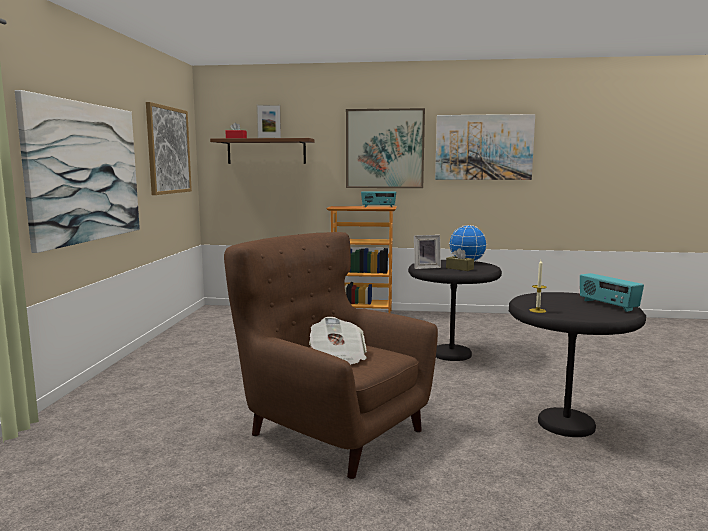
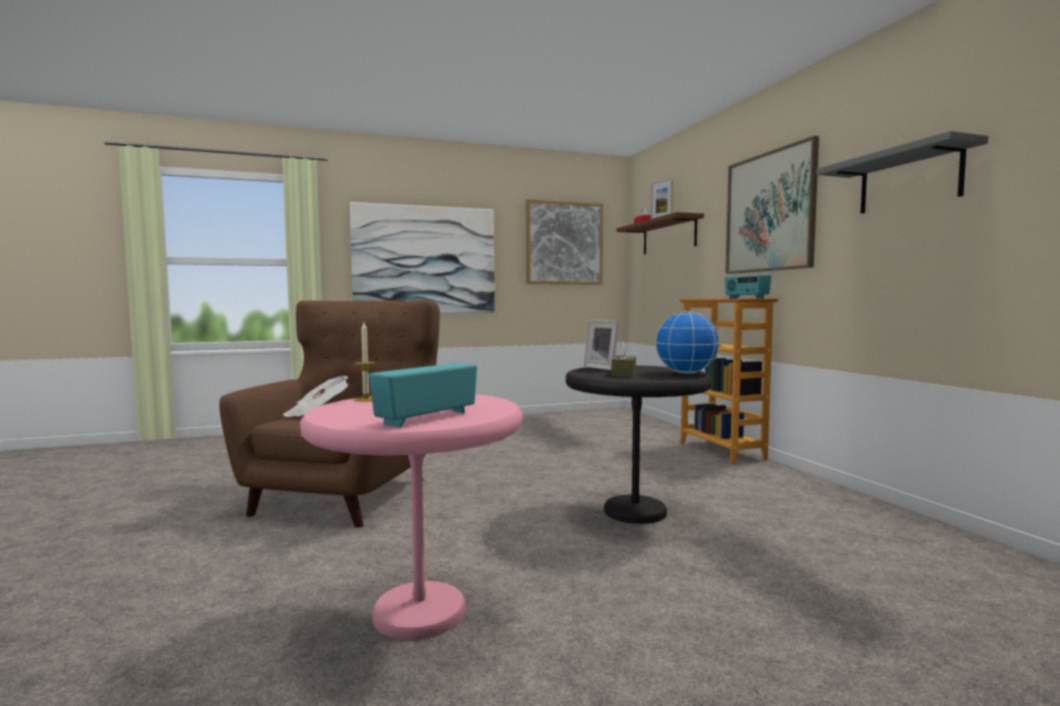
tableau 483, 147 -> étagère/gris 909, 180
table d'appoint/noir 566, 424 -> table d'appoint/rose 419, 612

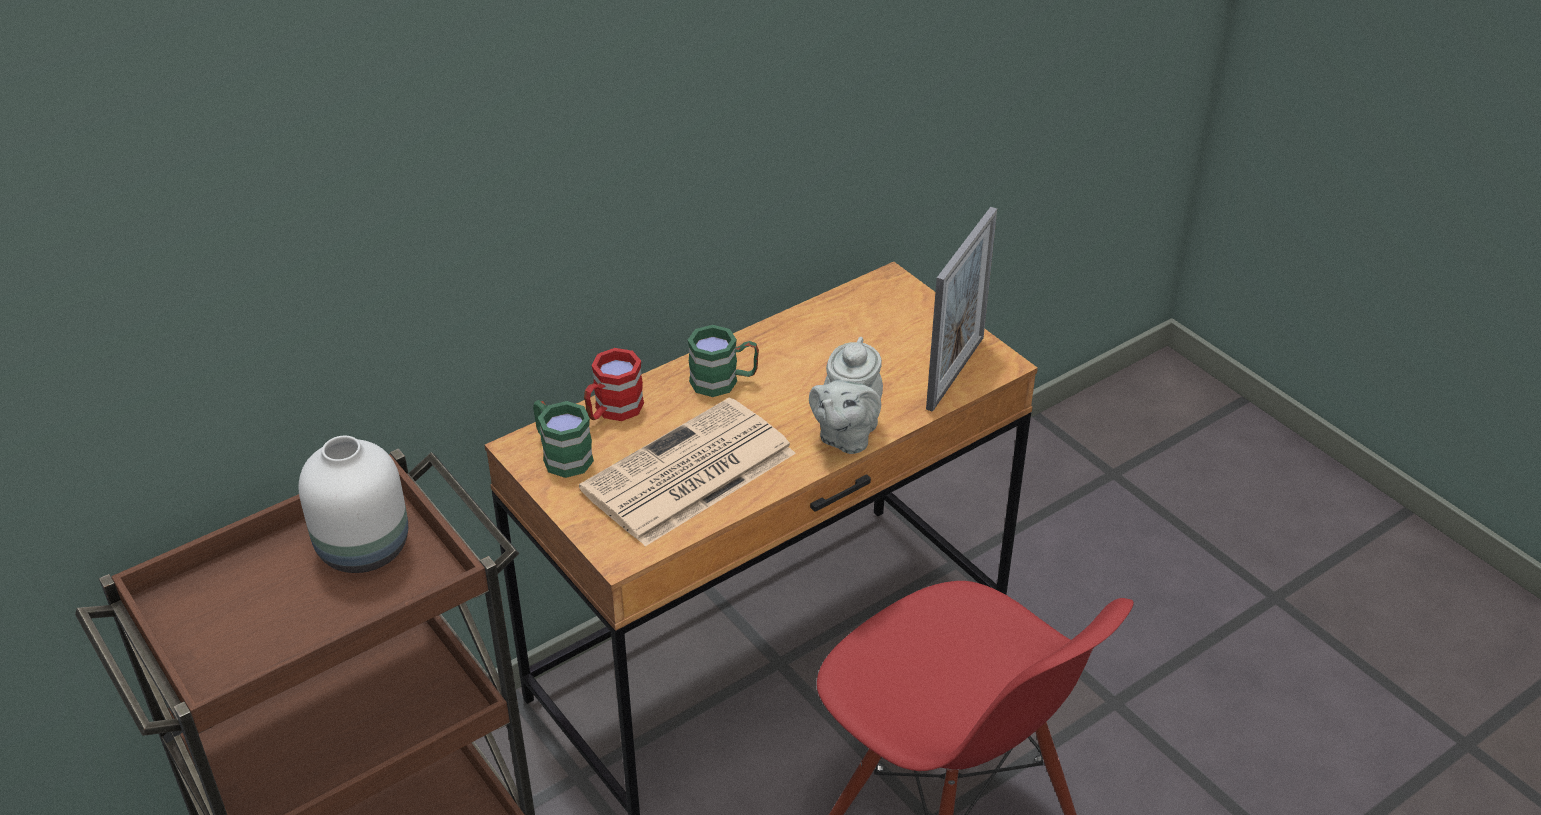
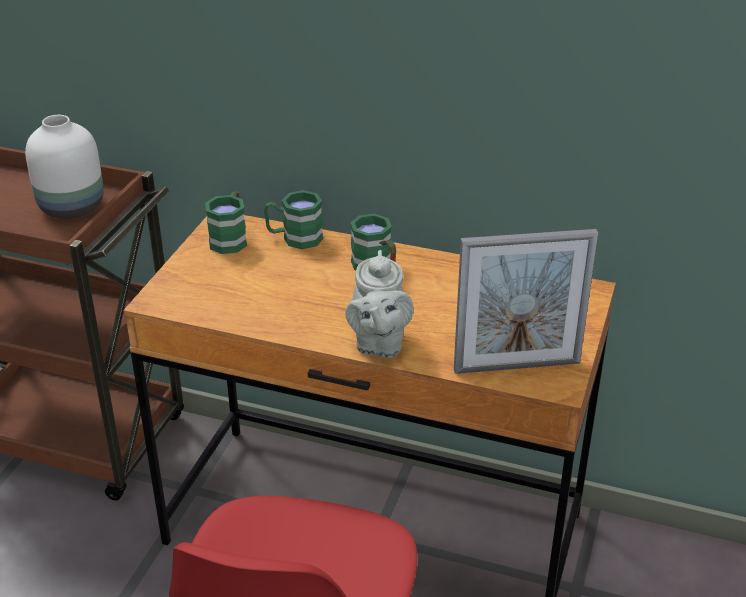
journal 687, 474 -> none
mug/rouge 612, 411 -> mug/vert 294, 238
théière/gris 846, 435 -> théière/gris 378, 343, 75 degrees counterclockwise

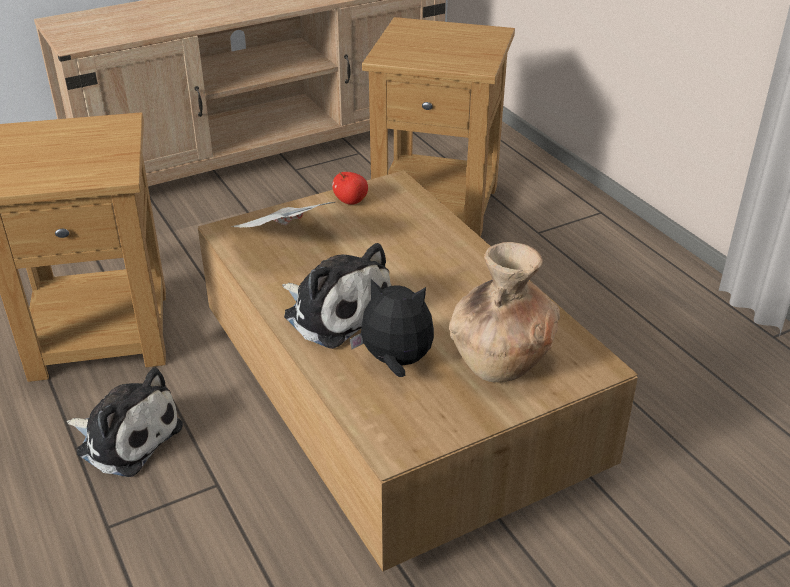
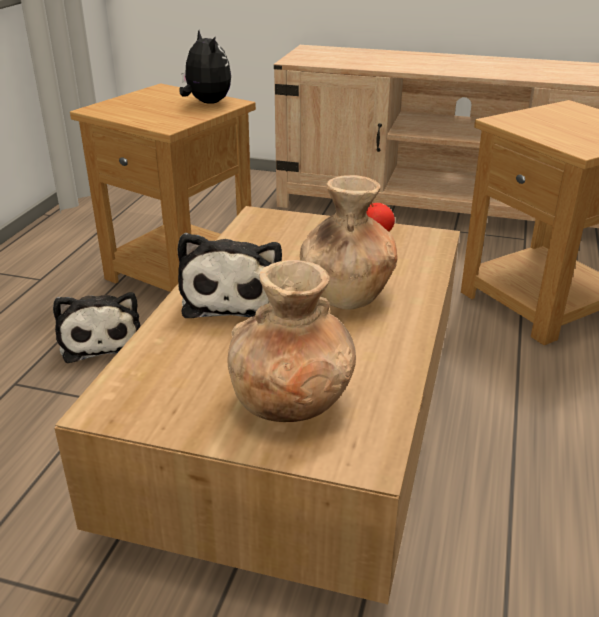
journal 284, 240 -> none
peluche 395, 362 -> peluche 206, 103, relocated
none -> vase/marron 347, 294

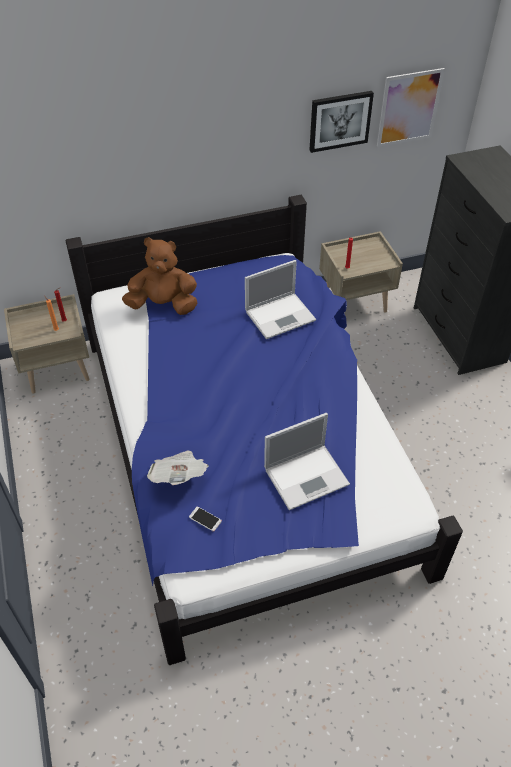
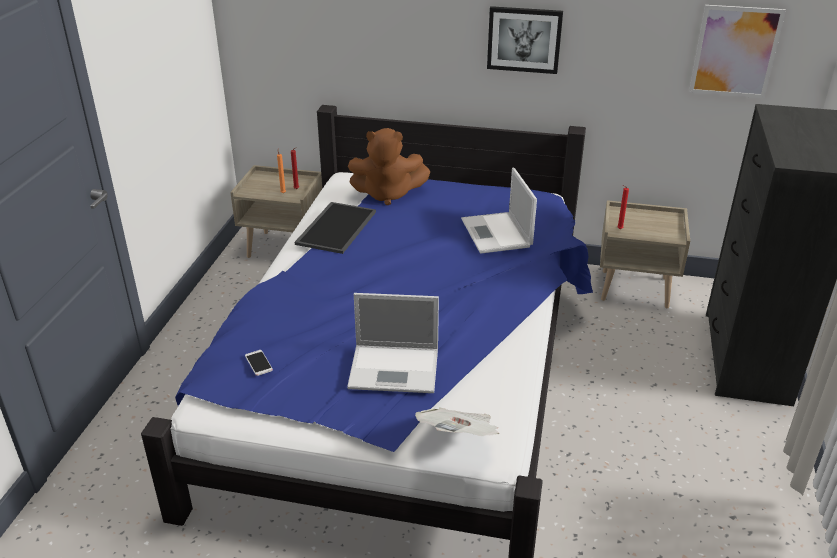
peluche/marron 163, 305 -> peluche/marron 387, 194, 150 degrees clockwise
journal 179, 476 -> journal 460, 438, relocated
ordinateur portable 281, 315 -> ordinateur portable 497, 234, 75 degrees clockwise
tableau 340, 120 -> tableau 524, 39, relocated
none -> plateau 335, 227

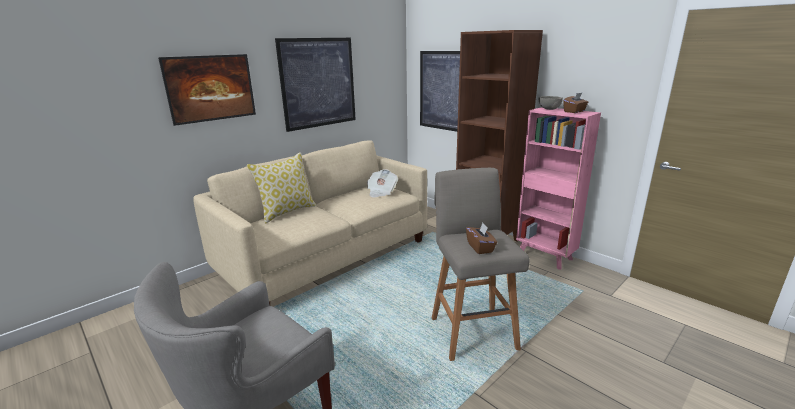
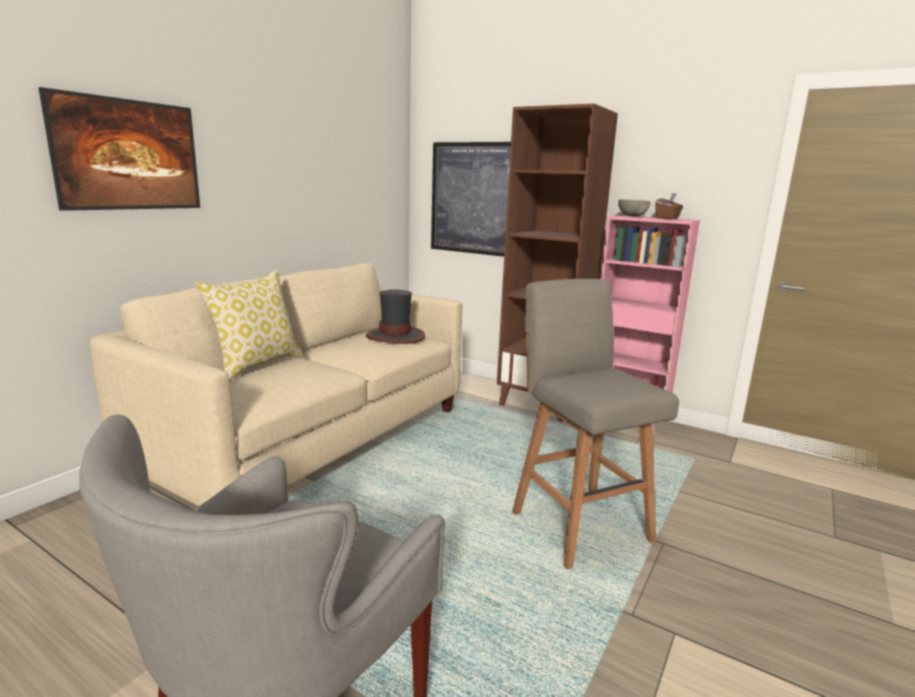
tableau 318, 83 -> none
journal 381, 192 -> chapeau 396, 336
boîte à mouchoirs/marron 480, 247 -> none

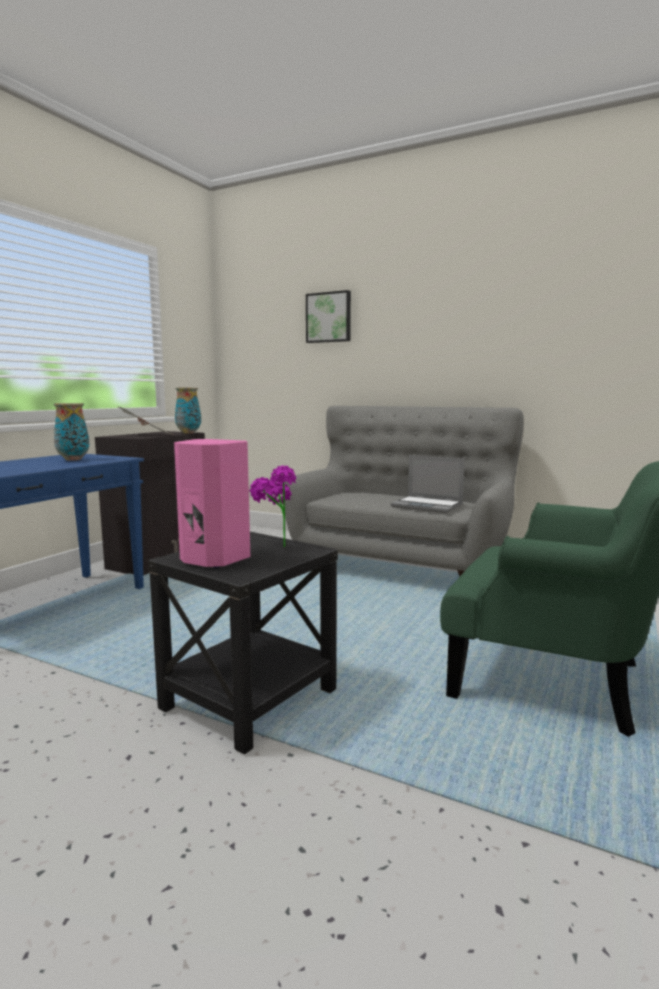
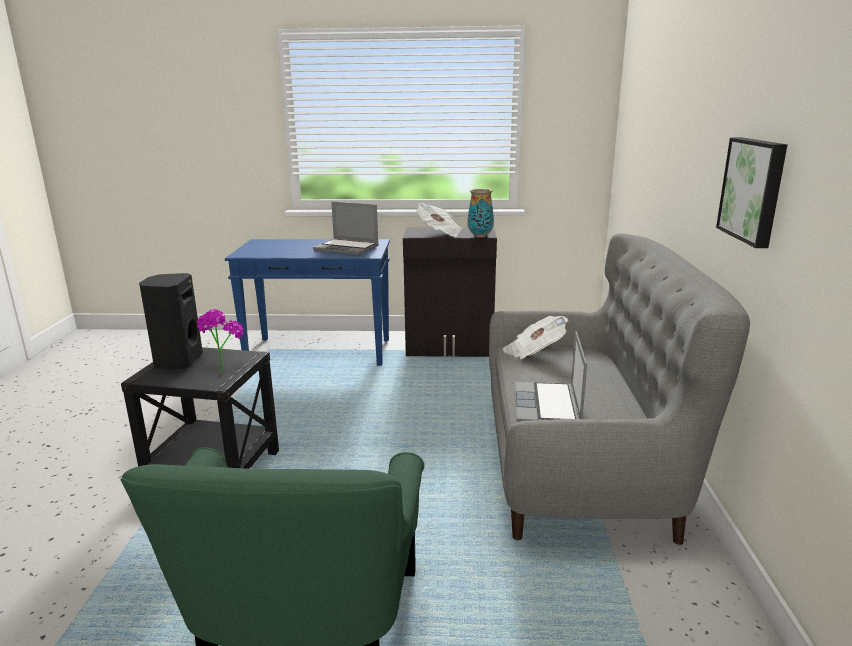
vase 73, 459 -> ordinateur portable 347, 248
enceinte/rose 213, 560 -> enceinte/noir 177, 361
tableau 329, 317 -> tableau 754, 190, relocated
none -> journal 534, 352

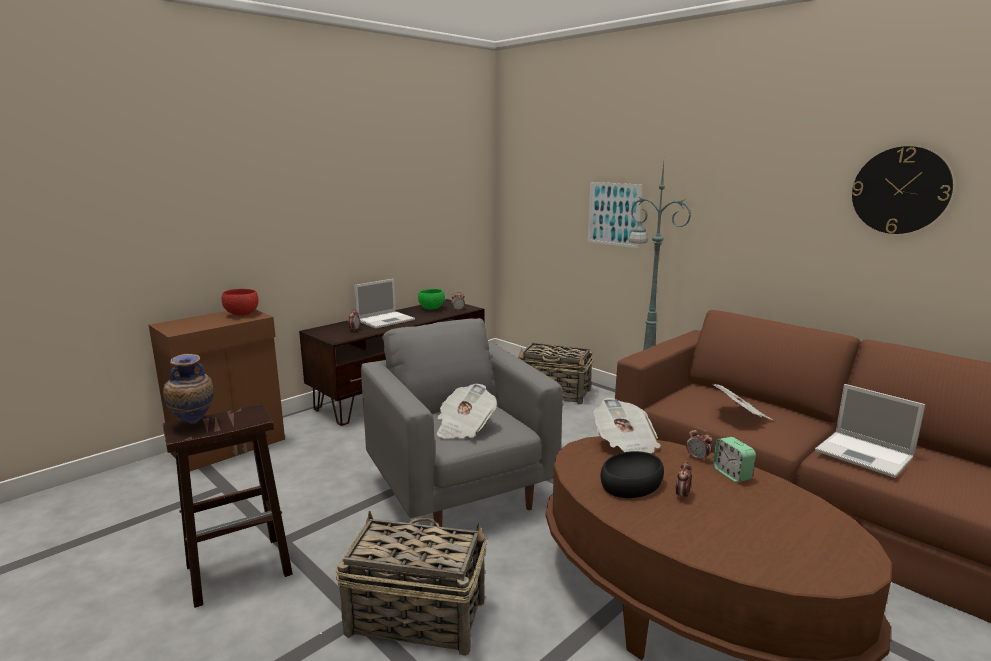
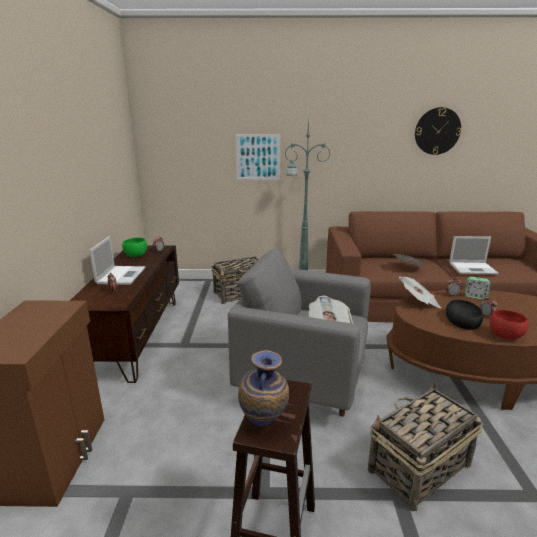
bol/rouge 242, 314 -> bol/rouge 505, 336, relocated

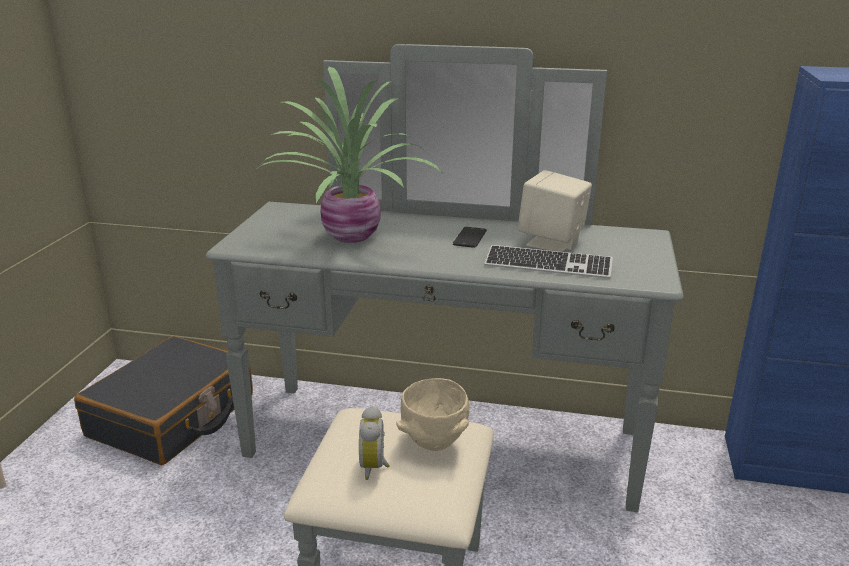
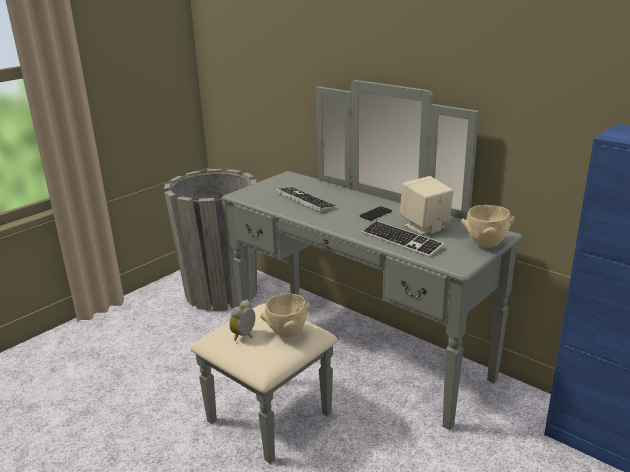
valise/noir 172, 416 -> cache-pot/gris 221, 292
plante en pot 349, 237 -> clavier 305, 200
none -> bol/beige 485, 244

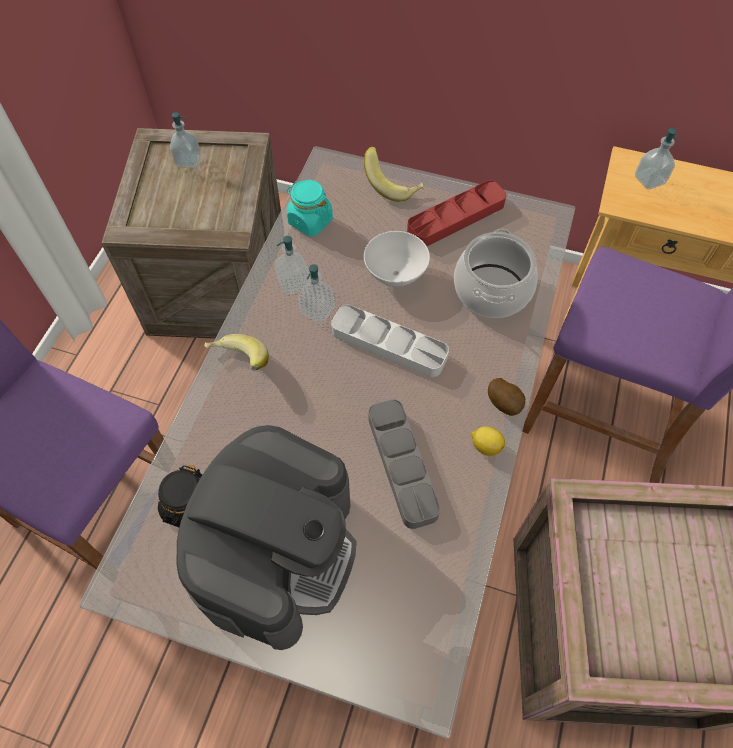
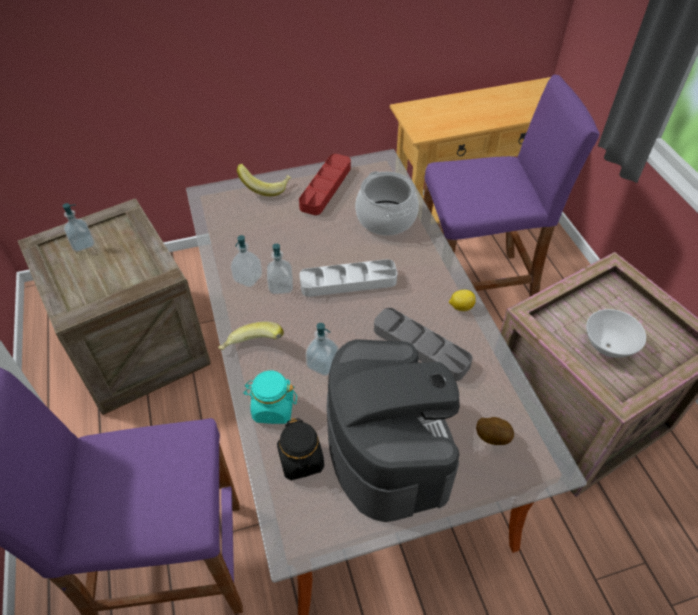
bocal/turquoise 310, 221 -> bocal/turquoise 273, 408, relocated
bol/blanc 395, 274 -> bol/blanc 607, 346, relocated
pomme de terre 504, 403 -> pomme de terre 492, 437, relocated
distributeur de savon 649, 180 -> distributeur de savon 322, 364, relocated

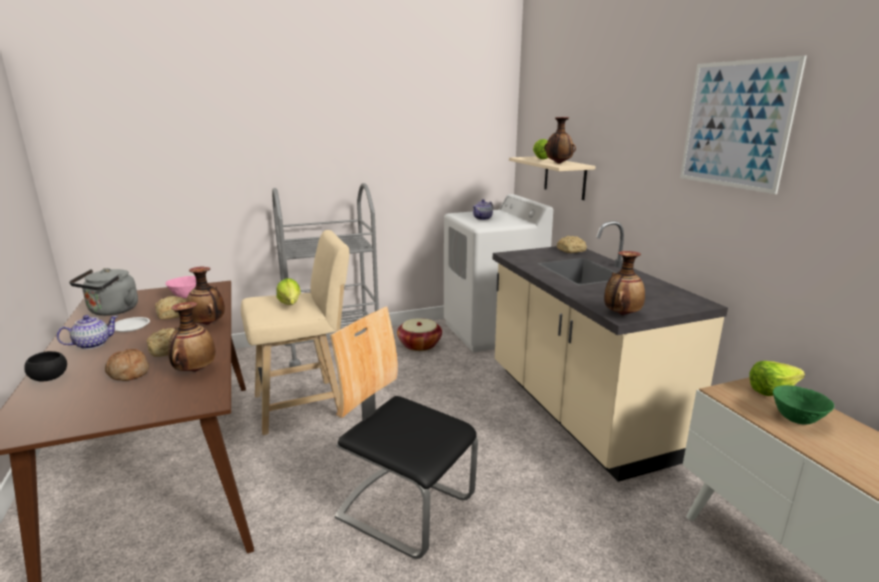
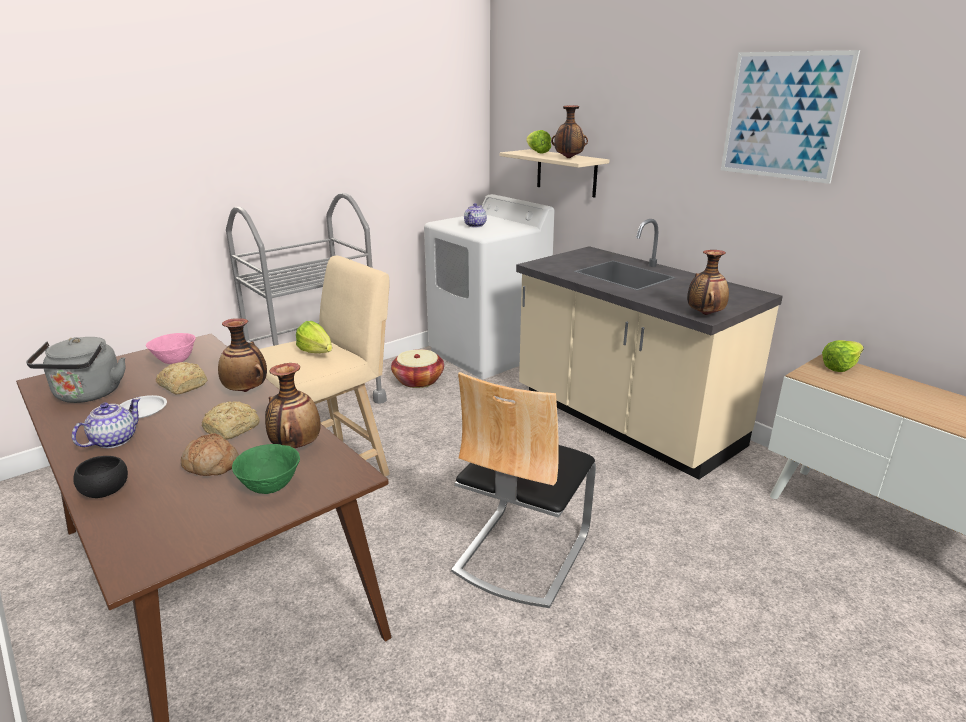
chaise 405, 508 -> chaise 521, 552, 75 degrees counterclockwise
pain 571, 250 -> none
bol/vert 797, 420 -> bol/vert 270, 487, relocated

